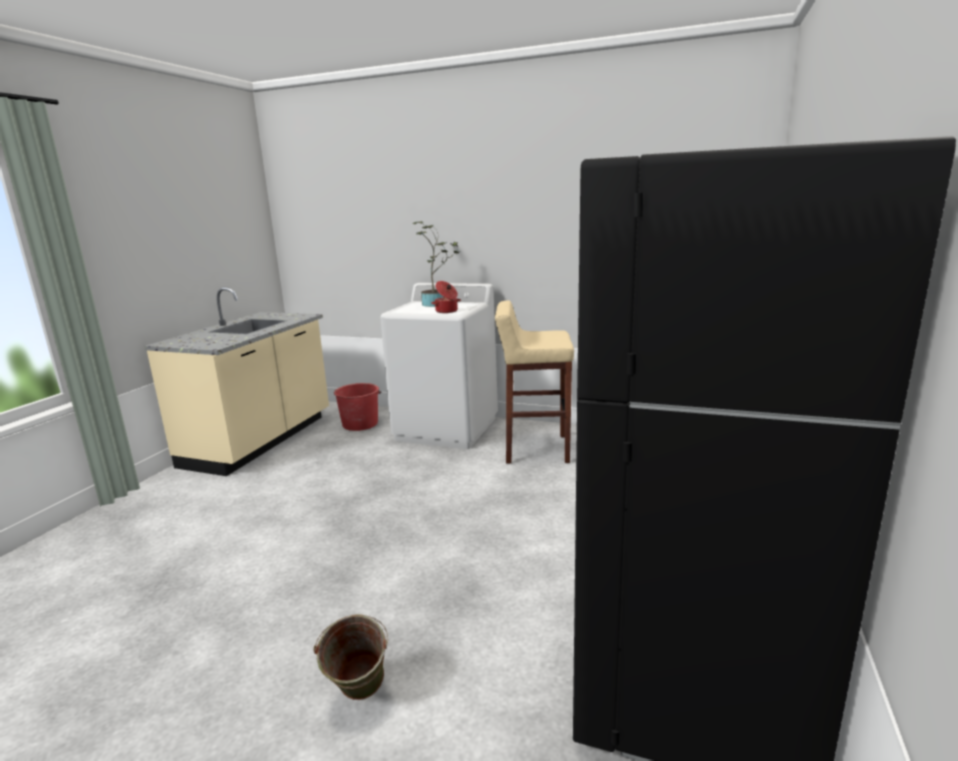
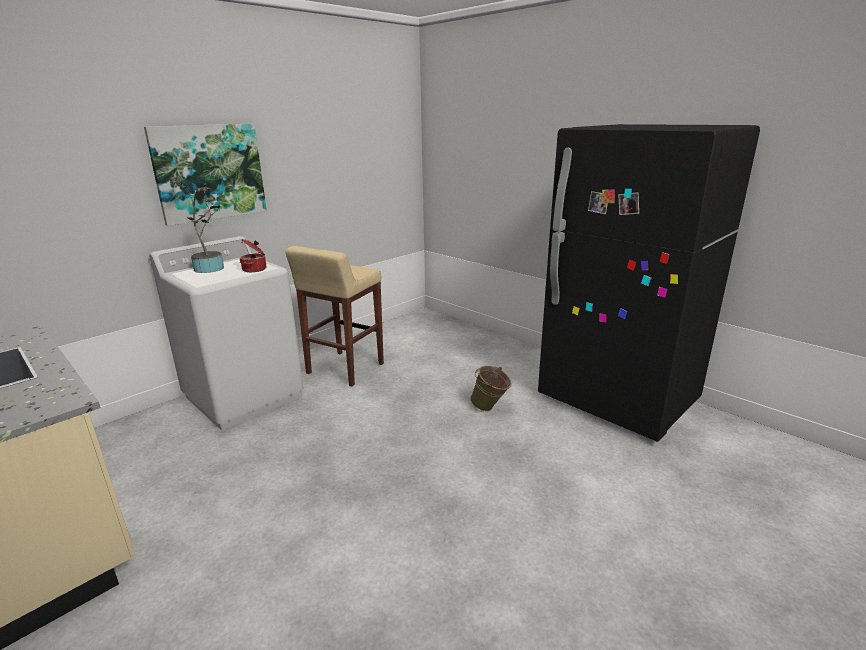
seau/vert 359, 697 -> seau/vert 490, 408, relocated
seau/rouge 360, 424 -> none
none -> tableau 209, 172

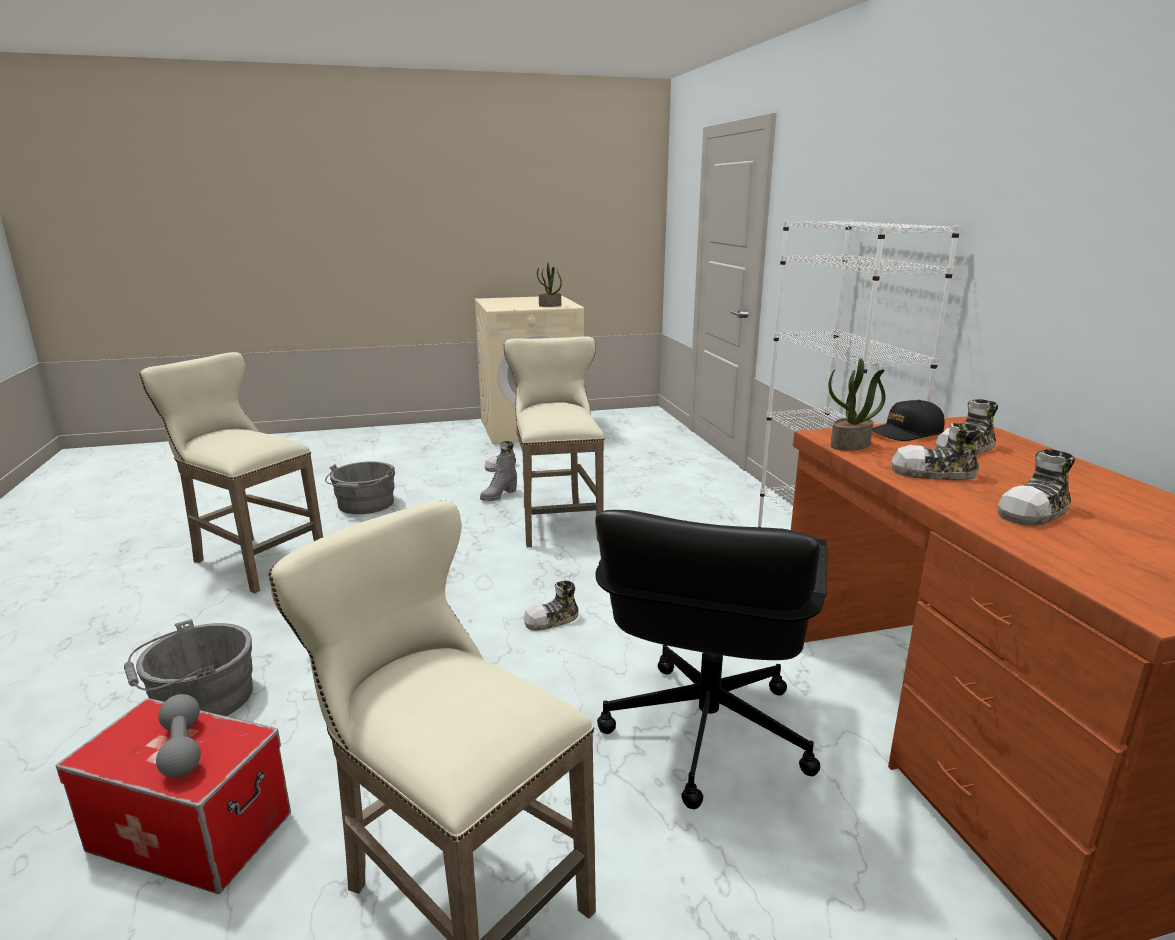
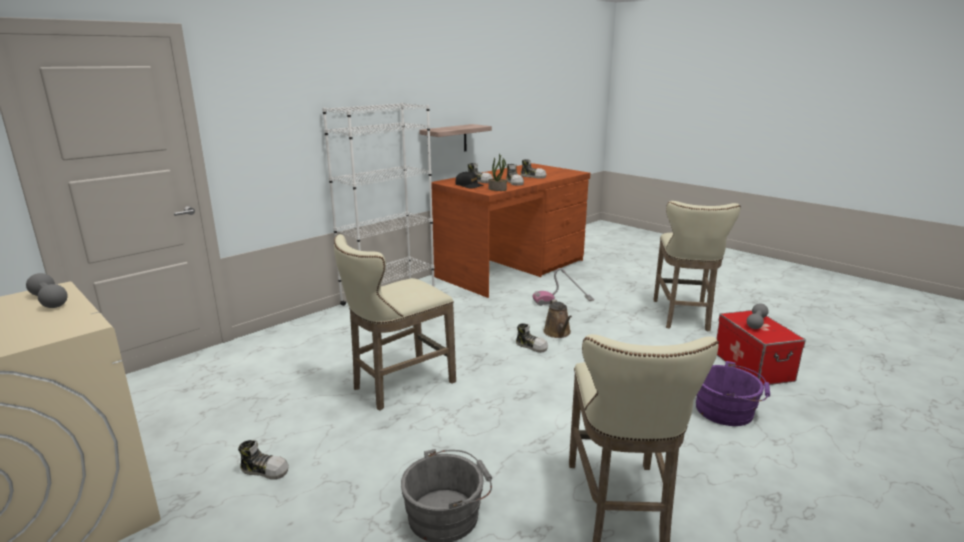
seau/gris 199, 700 -> seau/violet 728, 411
botte/gris 498, 496 -> none
plante en pot 549, 305 -> haltère/gris 49, 301
chaise de bureau/noir 704, 732 -> aspirateur 563, 300
none -> étagère 447, 140
none -> arrosoir/marron 558, 333

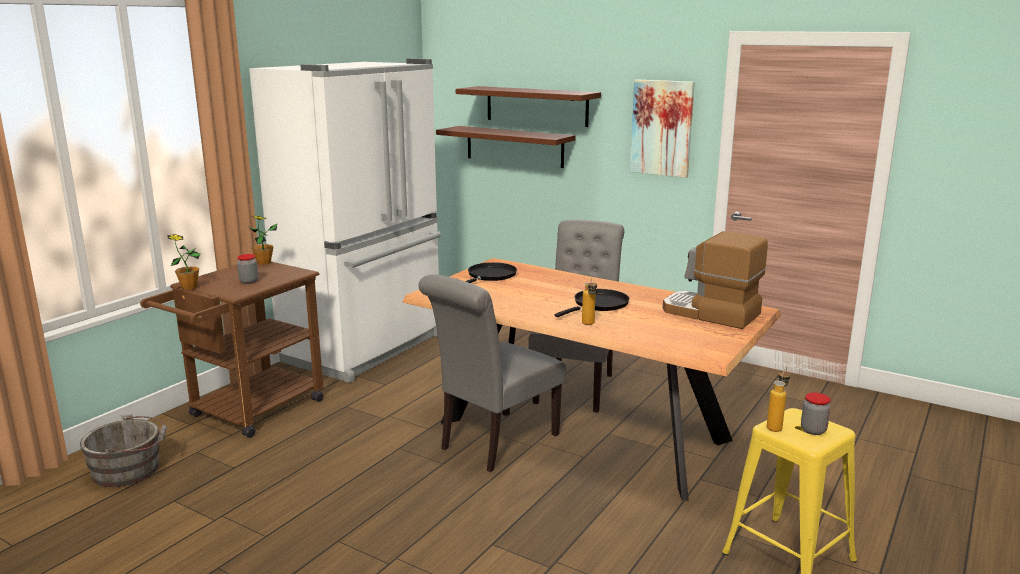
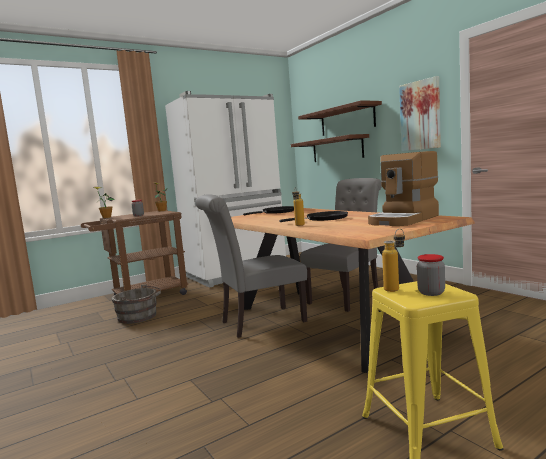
seau/gris 130, 470 -> seau/gris 139, 316, relocated
machine à café 710, 313 -> machine à café 404, 220, 105 degrees counterclockwise

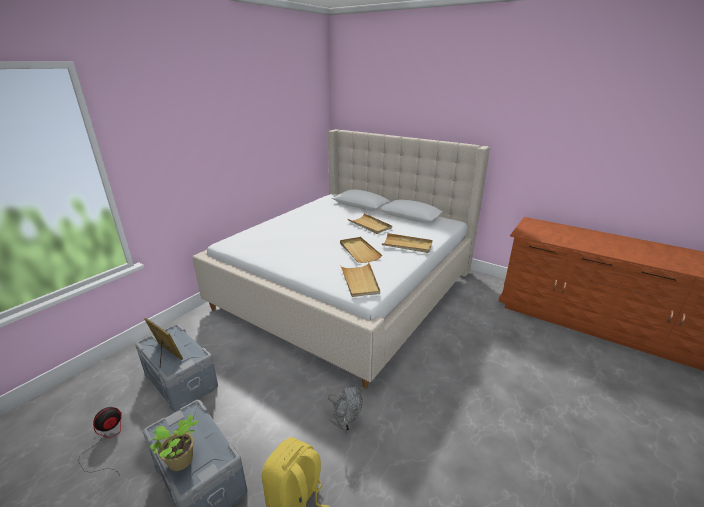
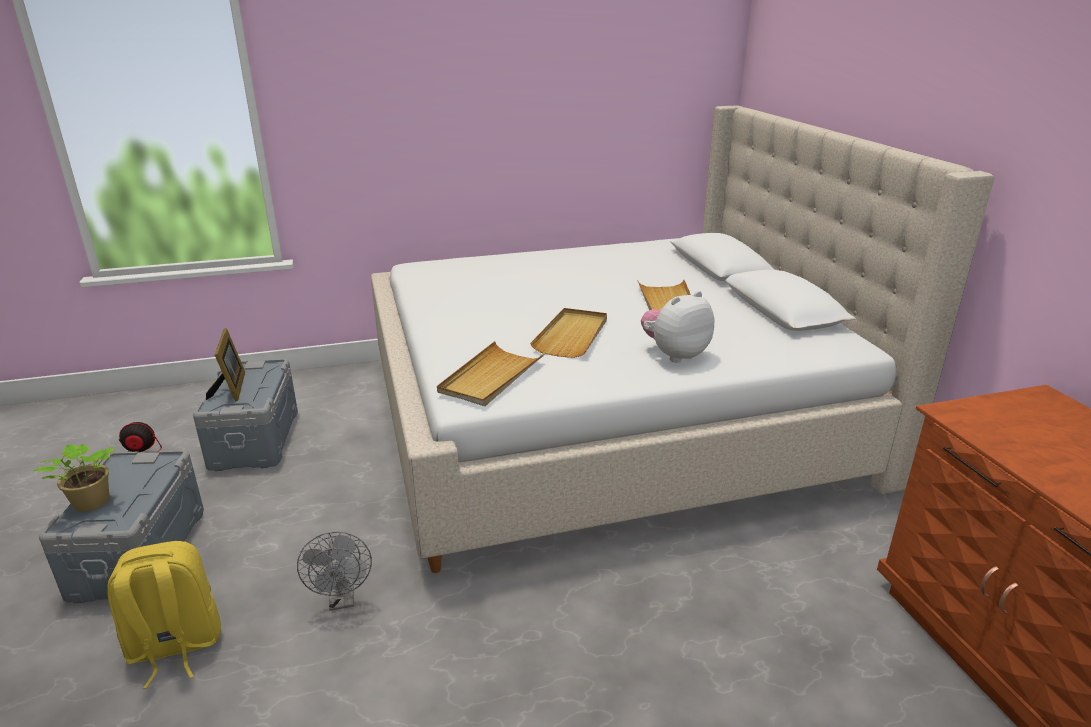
plateau/beige 407, 245 -> peluche 674, 354

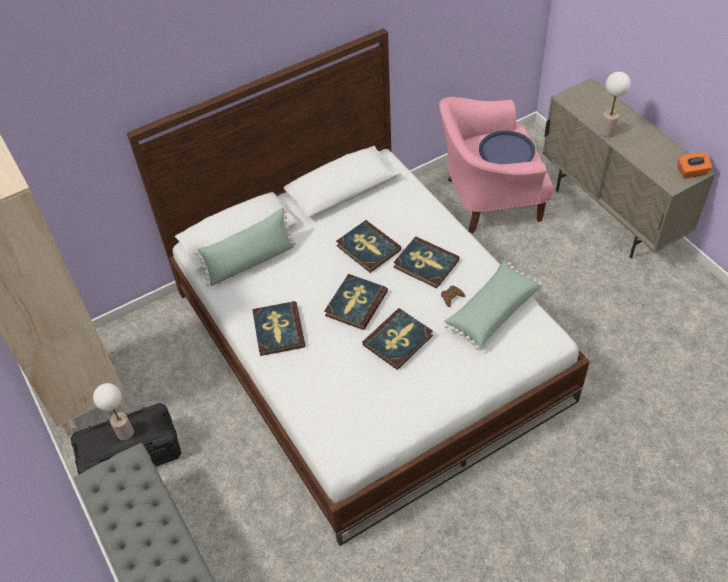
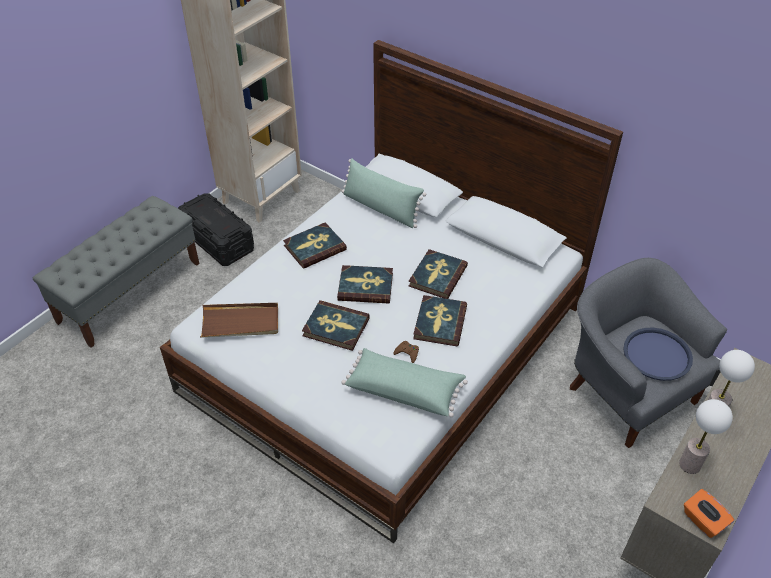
lampe de table 125, 432 -> lampe de table 690, 464, relocated
fauteuil/rose 488, 199 -> fauteuil/gris 628, 391
none -> plateau/marron 240, 322

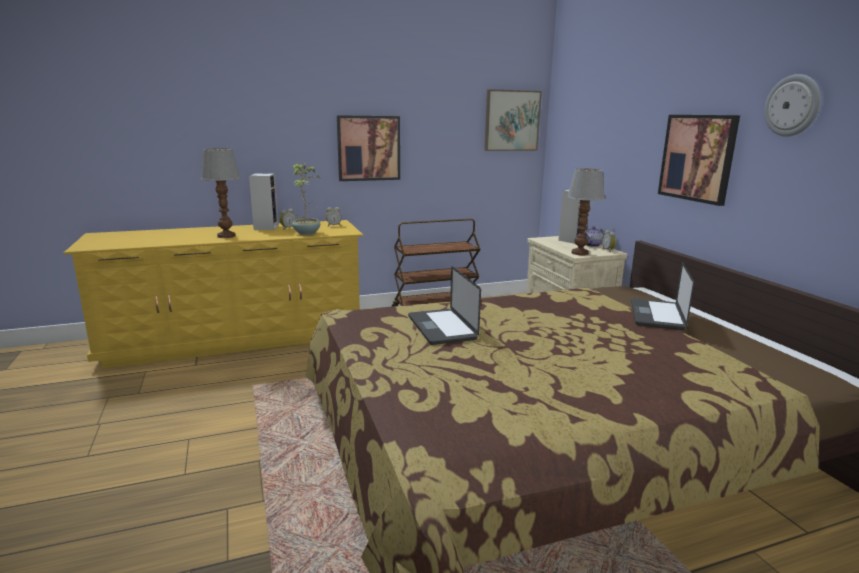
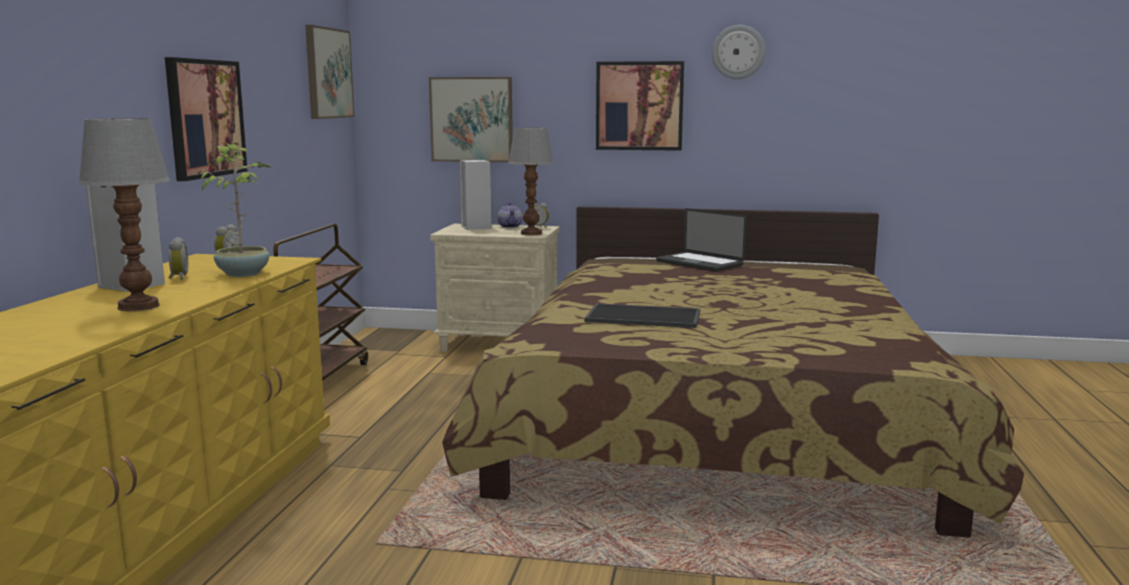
ordinateur portable 441, 327 -> plateau 645, 316
none -> tableau 471, 119

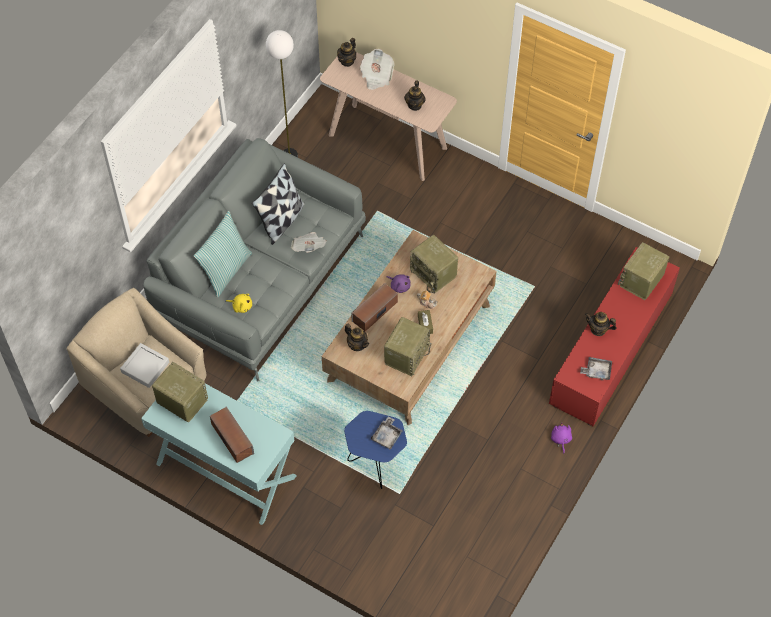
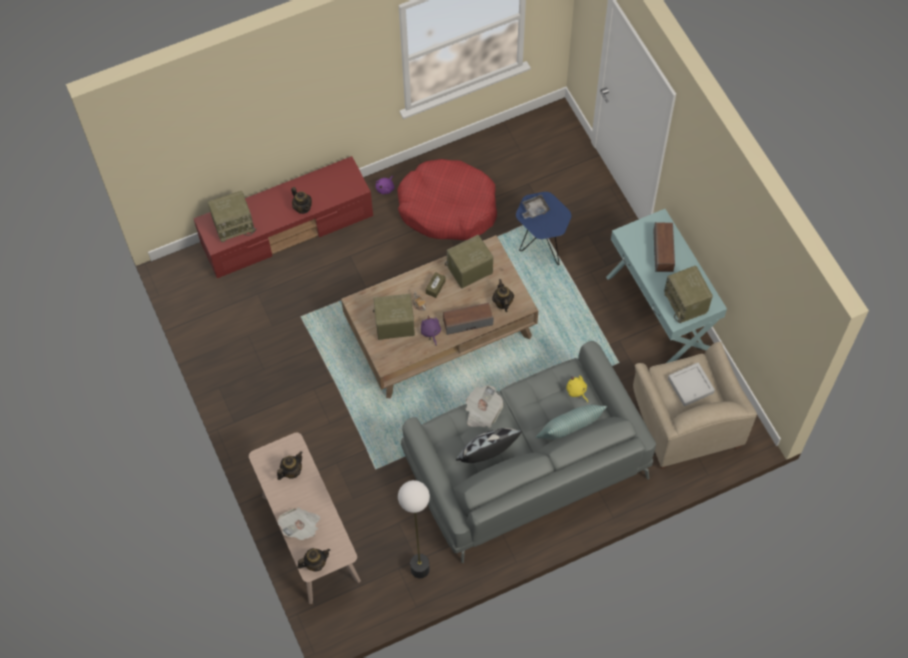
radio 434, 274 -> radio 394, 326, 90 degrees counterclockwise
plateau/gris 597, 371 -> none
none -> panier pour chien/rouge 447, 207

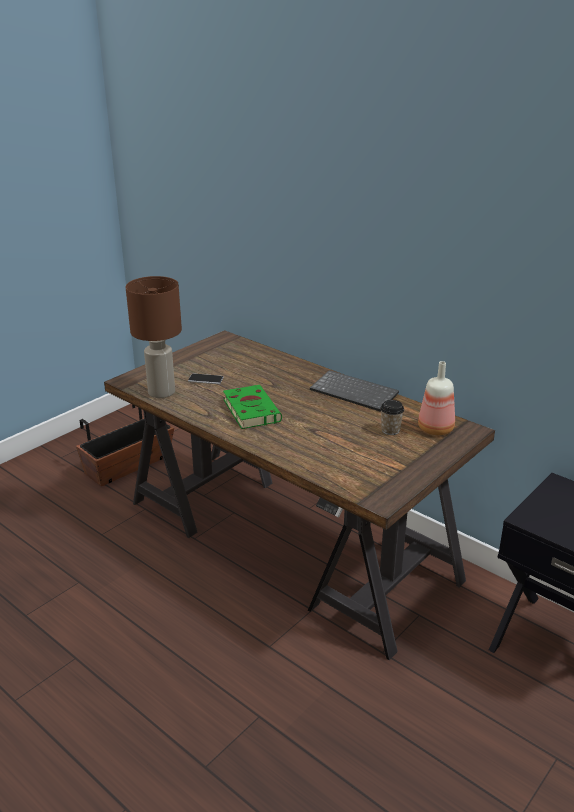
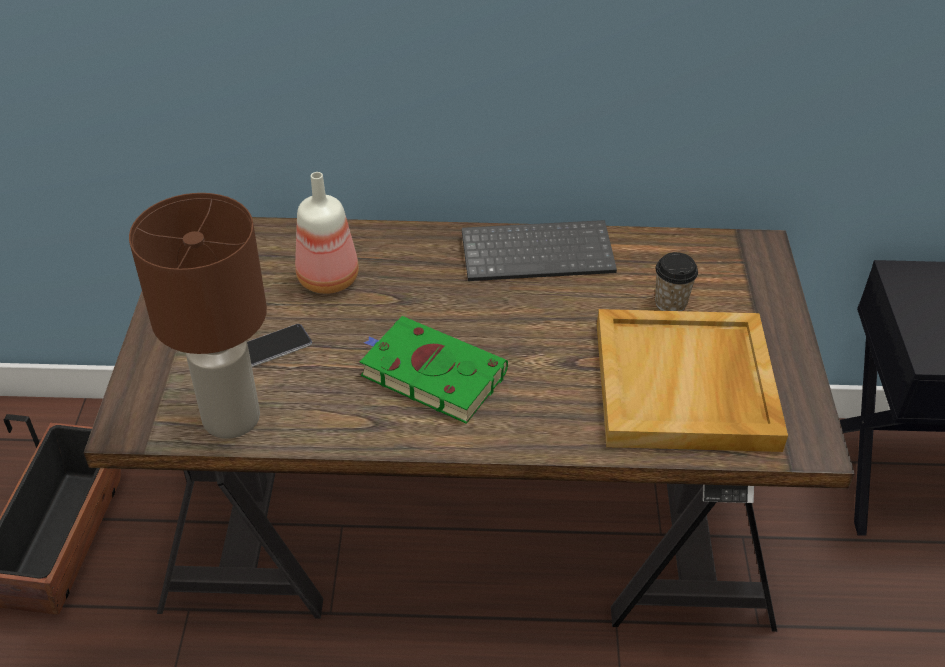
bouteille 436, 429 -> bouteille 329, 277, relocated
none -> plateau/beige 686, 386

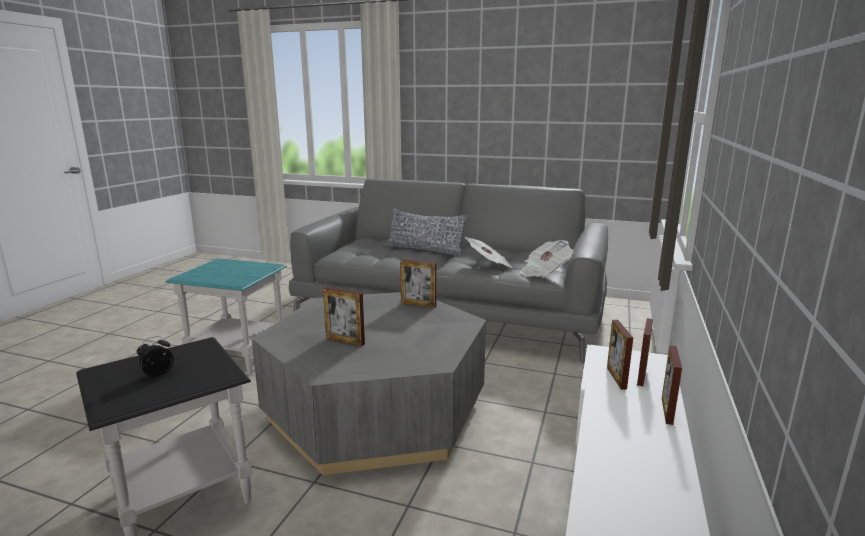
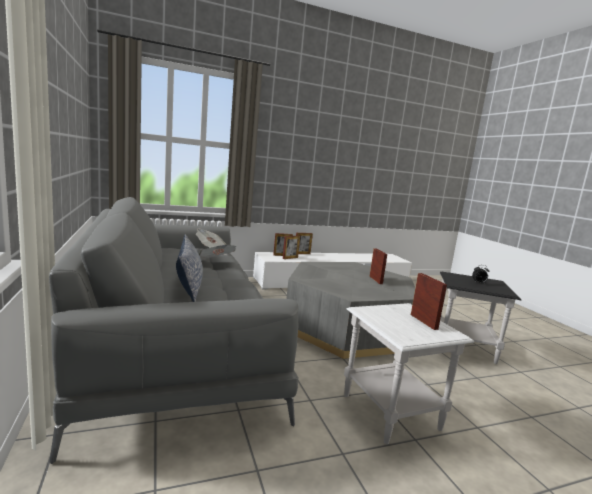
table d'appoint/turquoise 239, 356 -> table d'appoint/blanc 389, 411
cadre photo 418, 304 -> cadre photo 423, 322, relocated

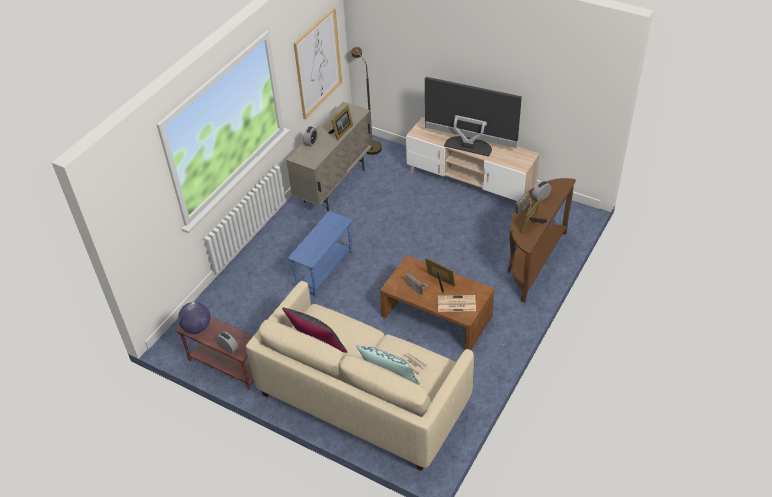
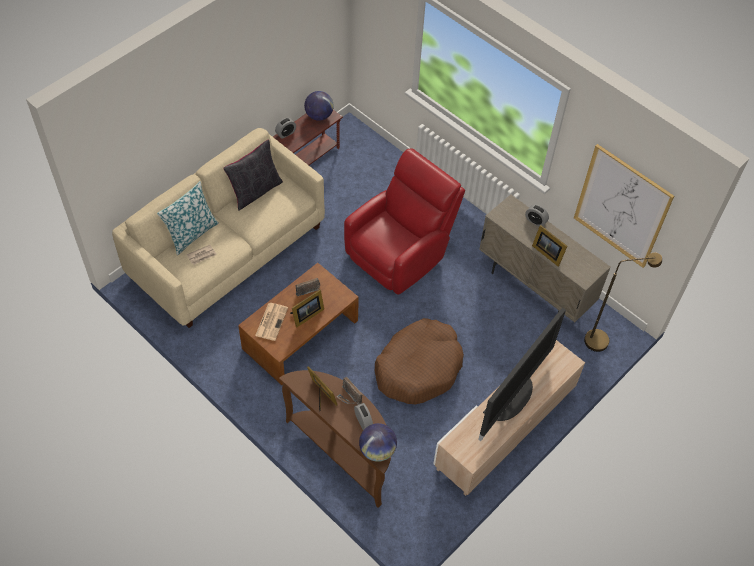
table d'appoint/bleu 324, 270 -> fauteuil/rouge 400, 253
none -> globe 377, 450
none -> panier pour chien/marron 418, 367

